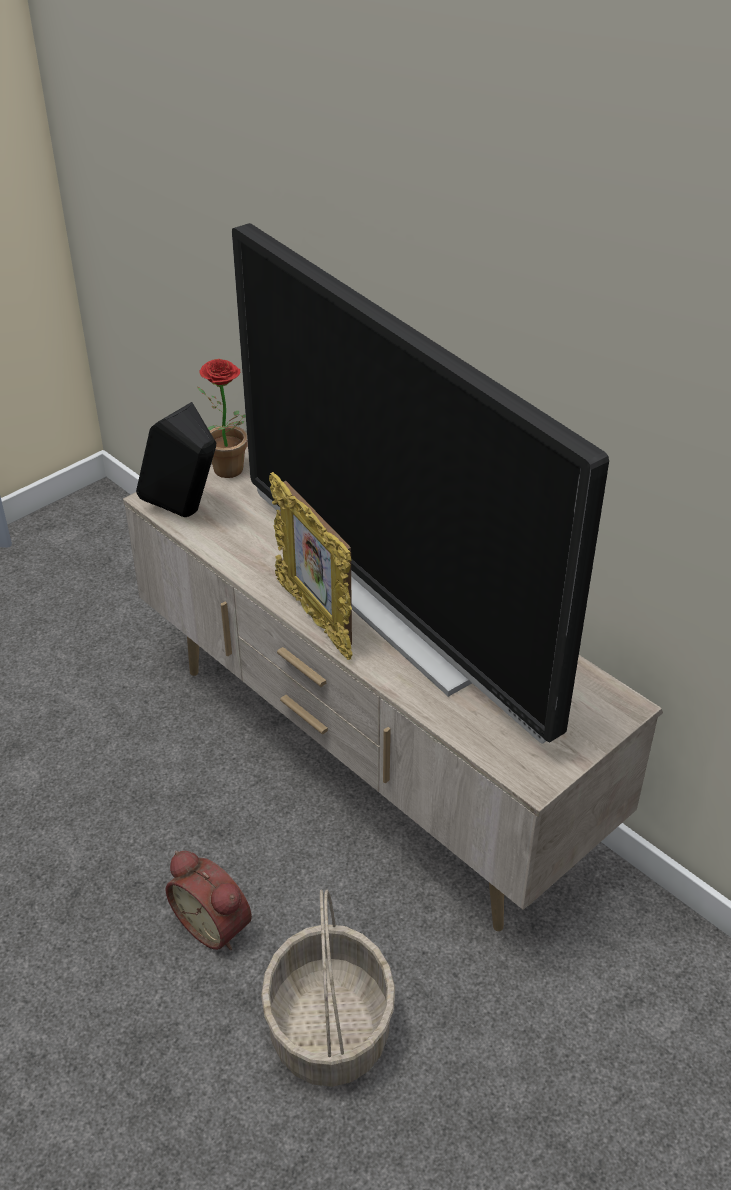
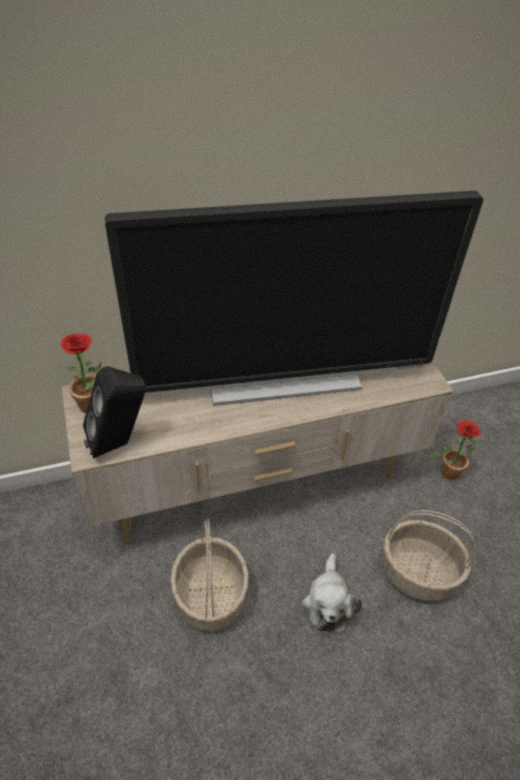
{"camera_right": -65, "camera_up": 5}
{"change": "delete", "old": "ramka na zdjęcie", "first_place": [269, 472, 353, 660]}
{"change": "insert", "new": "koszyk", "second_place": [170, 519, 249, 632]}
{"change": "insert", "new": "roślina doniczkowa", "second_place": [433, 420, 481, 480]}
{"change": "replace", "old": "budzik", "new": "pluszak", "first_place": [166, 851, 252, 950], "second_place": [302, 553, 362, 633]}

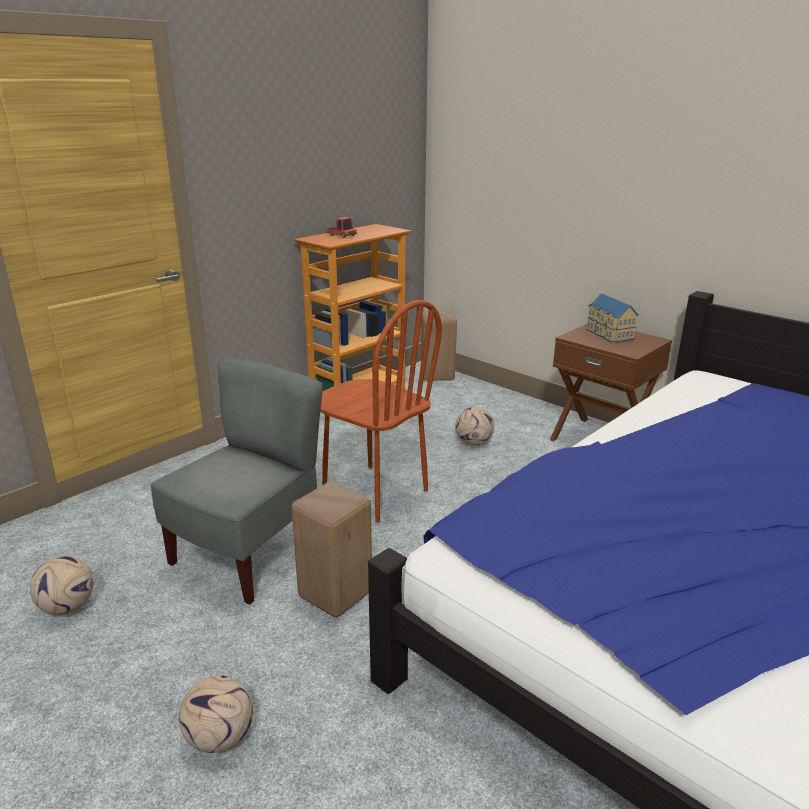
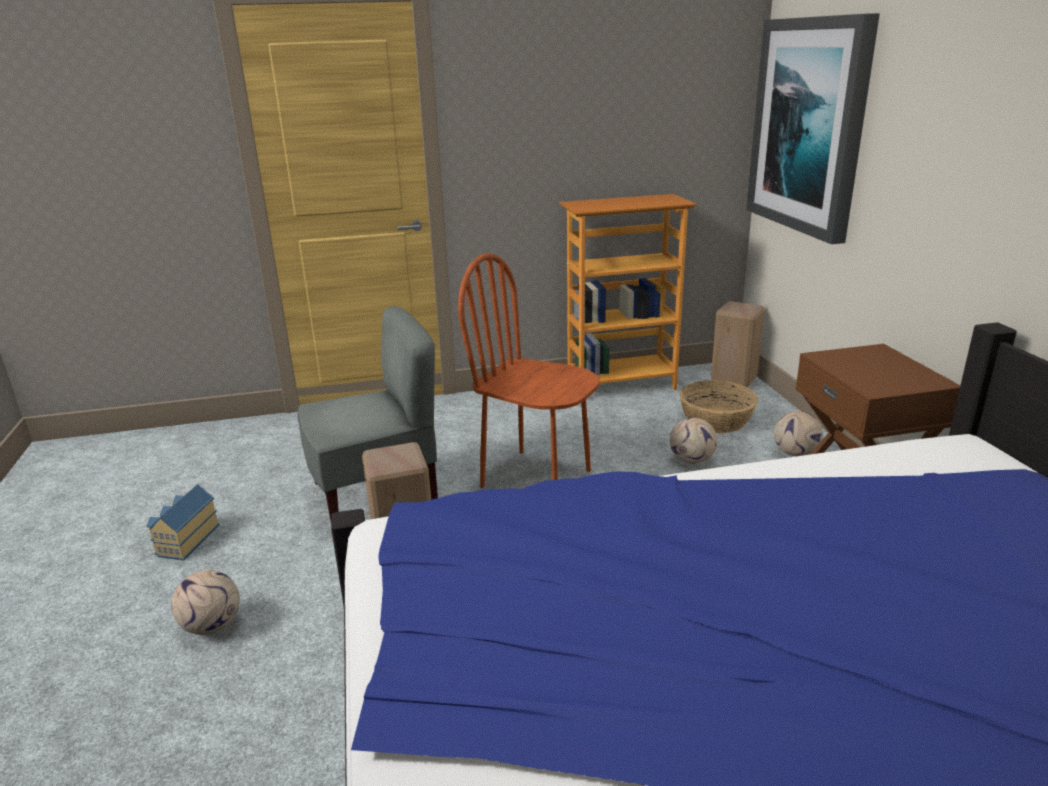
{"camera_right": 35, "camera_up": 0}
{"change": "delete", "old": "ciężarówka zabawkowa", "first_place": [326, 217, 357, 238]}
{"change": "insert", "new": "koszyk", "second_place": [679, 380, 758, 433]}
{"change": "insert", "new": "obraz", "second_place": [746, 13, 880, 244]}
{"change": "move", "old": "piłka futbolowa", "first_place": [30, 556, 94, 615], "second_place": [774, 411, 823, 456]}
{"change": "move", "old": "domek", "first_place": [586, 293, 639, 343], "second_place": [147, 484, 220, 560]}
{"change": "rotate", "old": "krzesło [brązowy]", "first_place": [320, 300, 442, 523], "second_place": [458, 253, 600, 488], "degrees": 135}

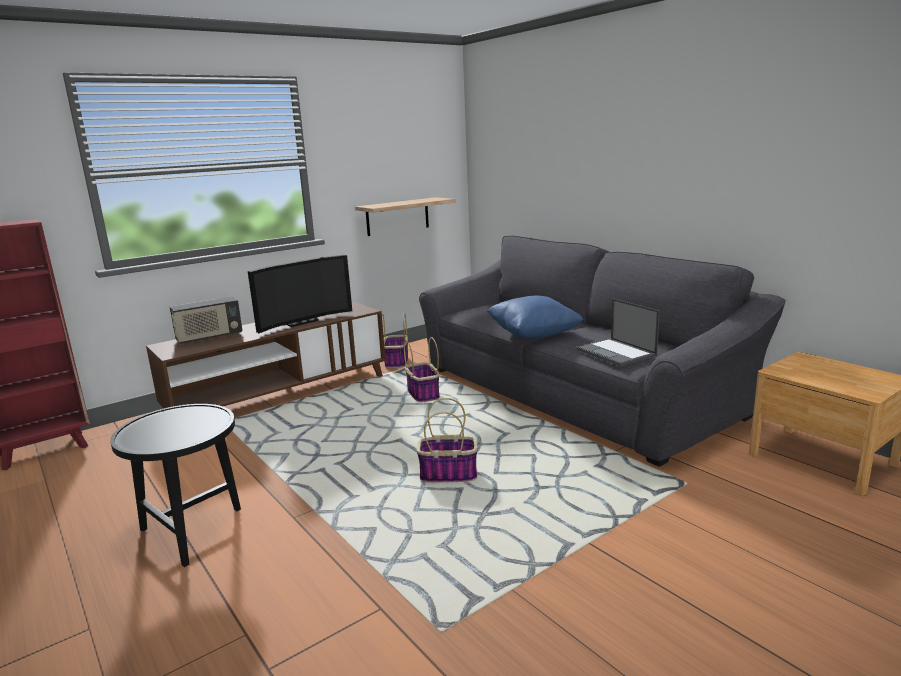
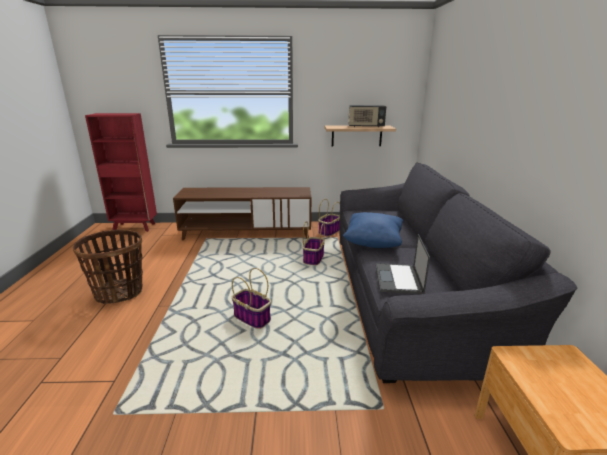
{"camera_right": 35, "camera_up": 5}
{"change": "delete", "old": "telewizor", "first_place": [248, 255, 352, 333]}
{"change": "move", "old": "radio", "first_place": [170, 297, 242, 344], "second_place": [349, 105, 386, 127]}
{"change": "replace", "old": "stolik [czarny]", "new": "koszyk", "first_place": [110, 404, 241, 567], "second_place": [73, 230, 143, 304]}

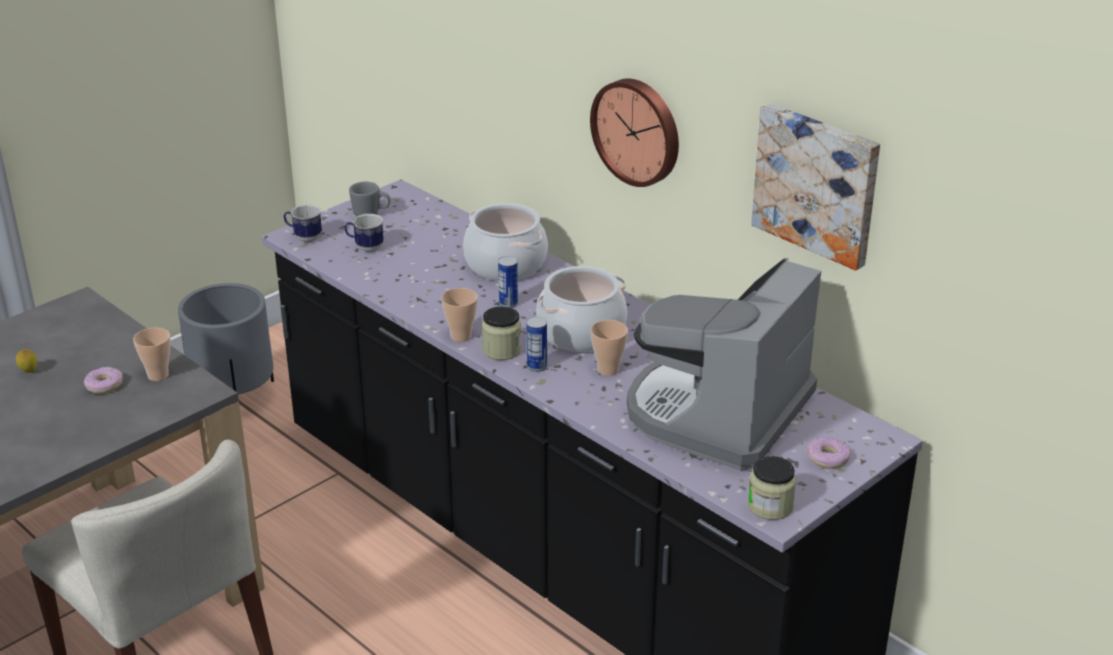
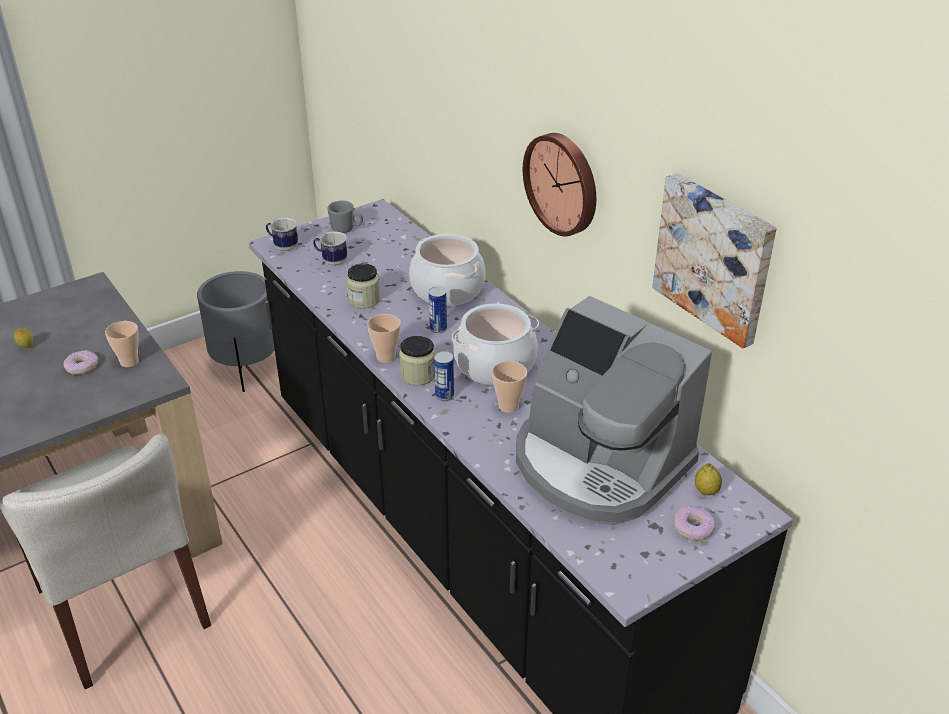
{"camera_right": 10, "camera_up": 5}
{"change": "insert", "new": "cytryna", "second_place": [695, 463, 722, 495]}
{"change": "move", "old": "słoik", "first_place": [748, 456, 796, 520], "second_place": [346, 263, 380, 309]}
{"change": "rotate", "old": "ekspres do kawy", "first_place": [627, 258, 821, 471], "second_place": [516, 296, 712, 525], "degrees": -90}

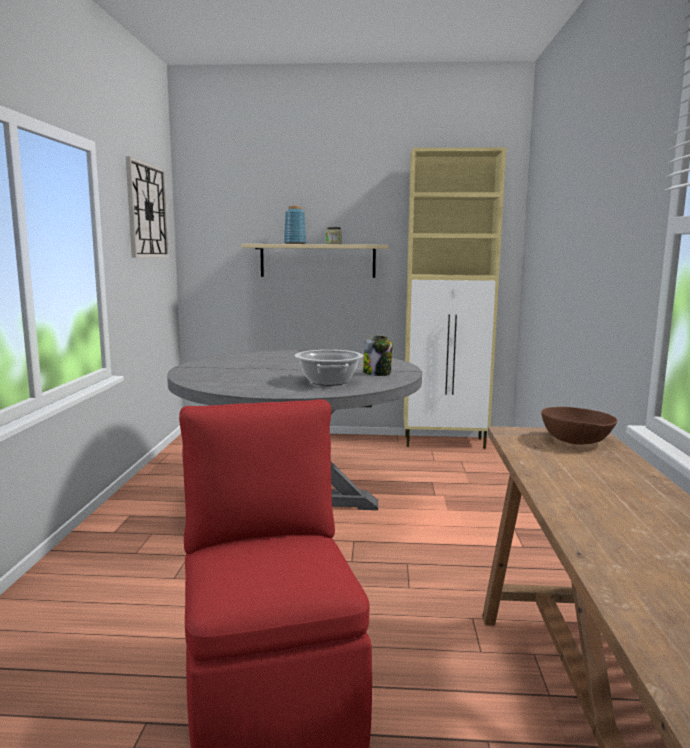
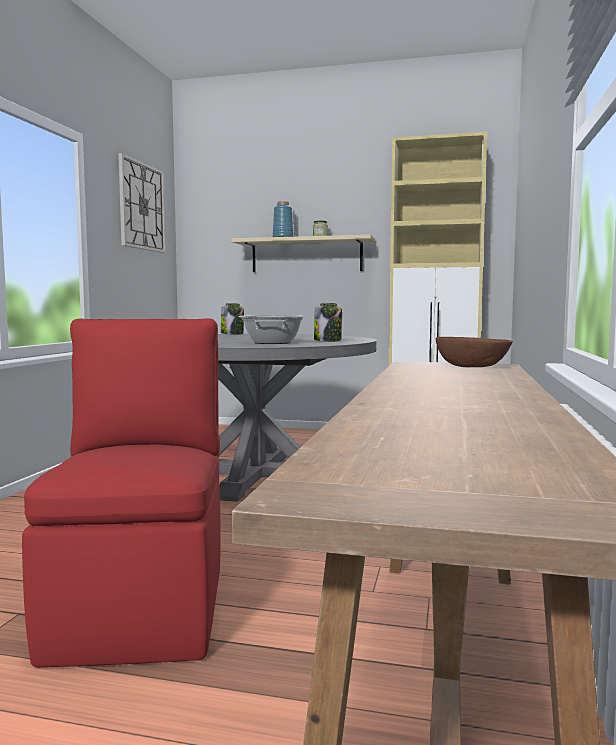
{"camera_right": 10, "camera_up": -5}
{"change": "insert", "new": "słoik", "second_place": [221, 303, 244, 335]}

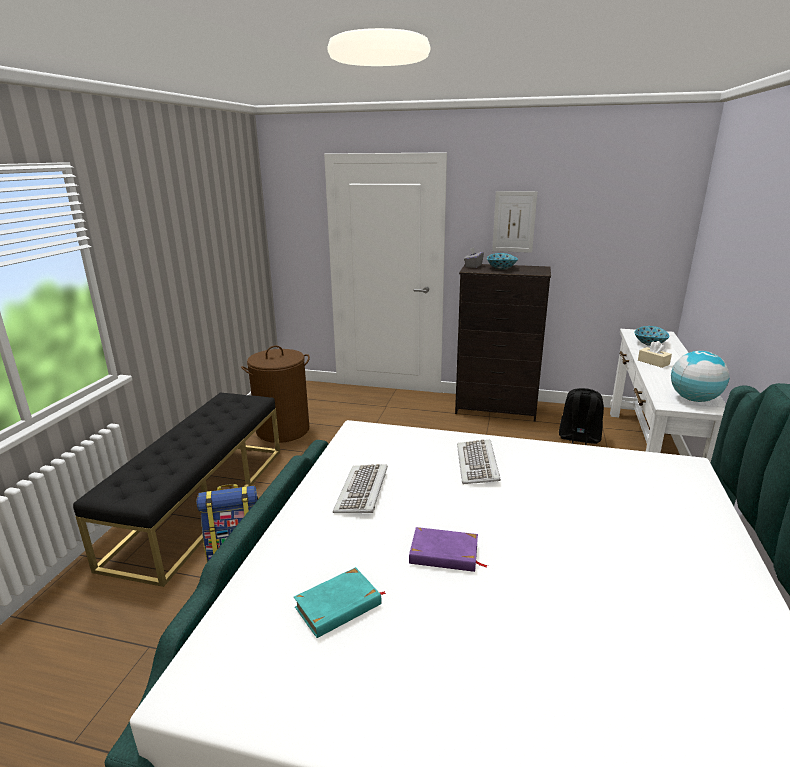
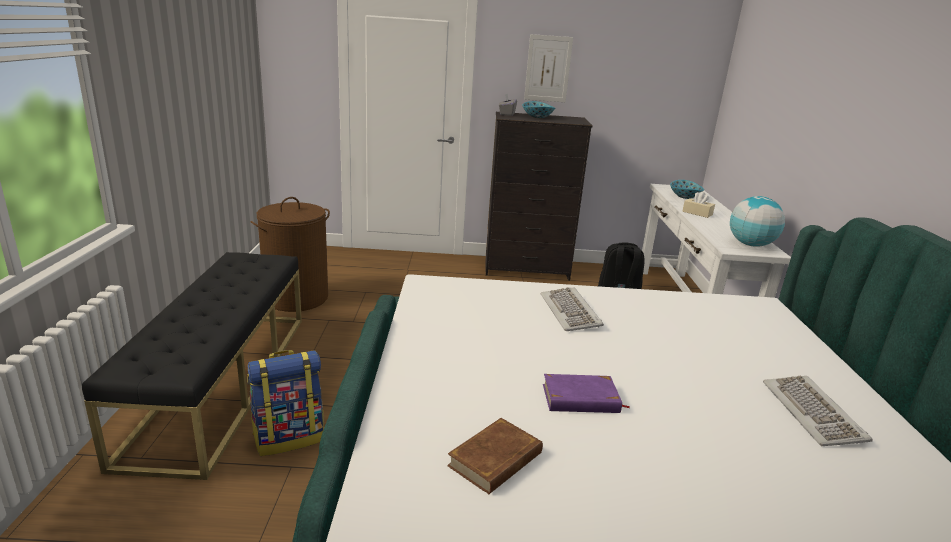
{"camera_right": -15, "camera_up": 0}
{"change": "move", "old": "klawiatura", "first_place": [333, 464, 388, 513], "second_place": [763, 376, 872, 446]}
{"change": "recolor", "old": "książka [turkusowy]", "new": "książka [brązowy]", "first_place": [294, 567, 386, 638], "second_place": [447, 418, 543, 494]}

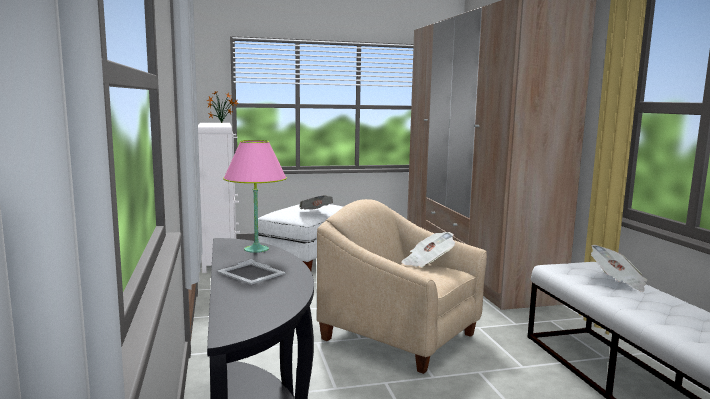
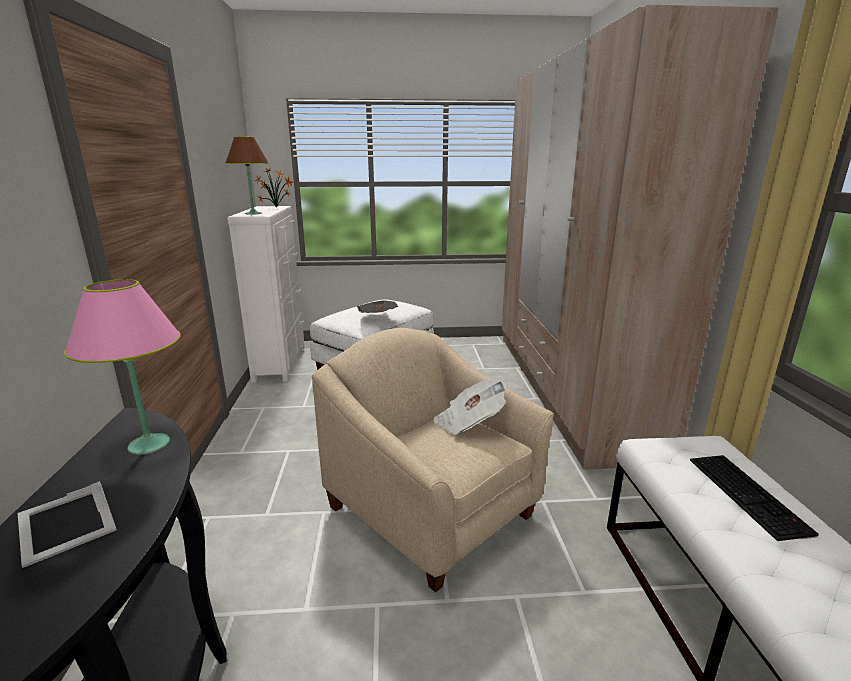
{"camera_right": 10, "camera_up": 10}
{"change": "insert", "new": "lampa stołowa [brązowy]", "second_place": [225, 136, 269, 215]}
{"change": "replace", "old": "gazeta", "new": "klawiatura", "first_place": [591, 245, 647, 292], "second_place": [690, 455, 819, 541]}

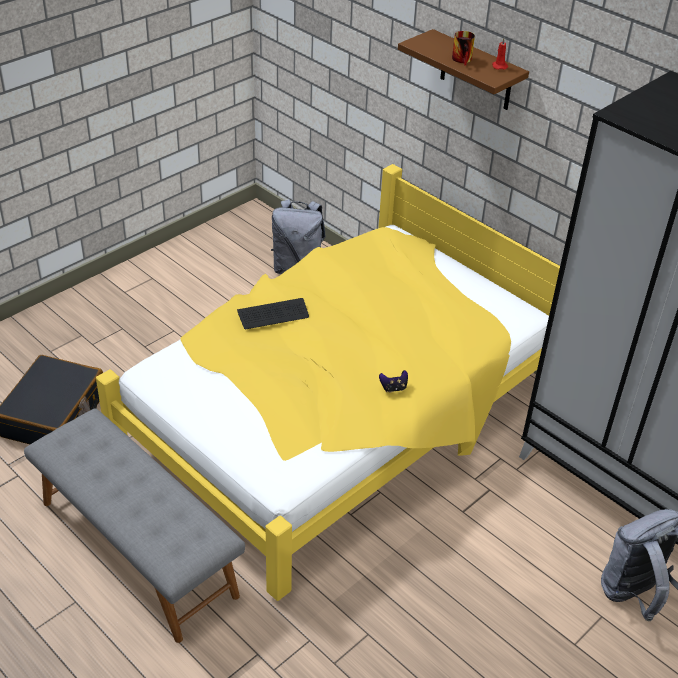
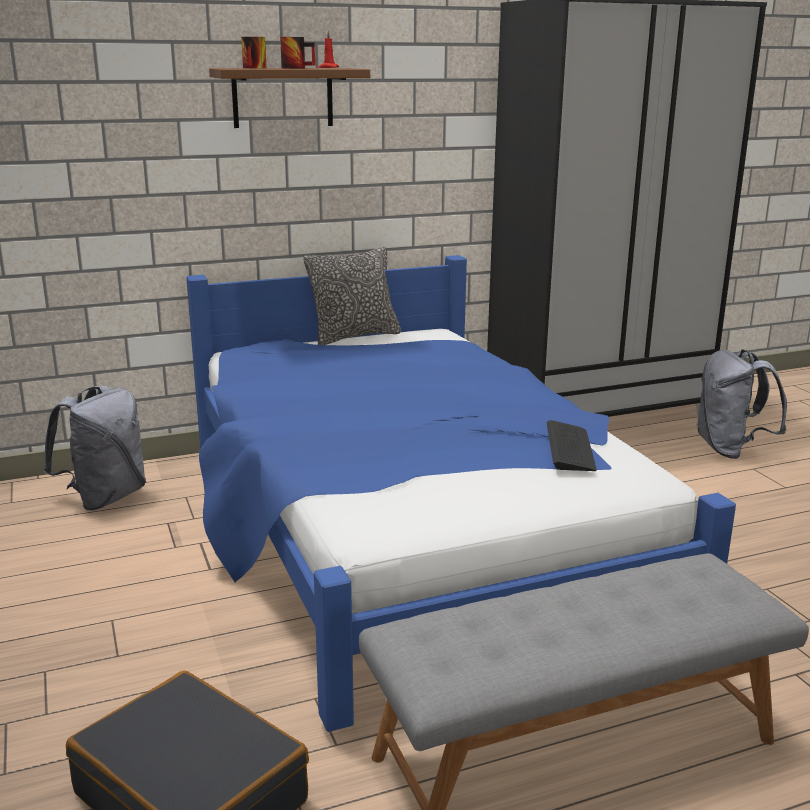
{"camera_right": -65, "camera_up": -20}
{"change": "delete", "old": "pad do gier", "first_place": [379, 370, 408, 392]}
{"change": "insert", "new": "kubek", "second_place": [241, 37, 266, 68]}
{"change": "insert", "new": "poduszka", "second_place": [304, 247, 401, 345]}
{"change": "move", "old": "klawiatura", "first_place": [237, 298, 309, 329], "second_place": [547, 420, 597, 471]}
{"change": "recolor", "old": "łóżko [żółty]", "new": "łóżko [niebieski]", "first_place": [96, 164, 560, 601], "second_place": [186, 255, 736, 732]}

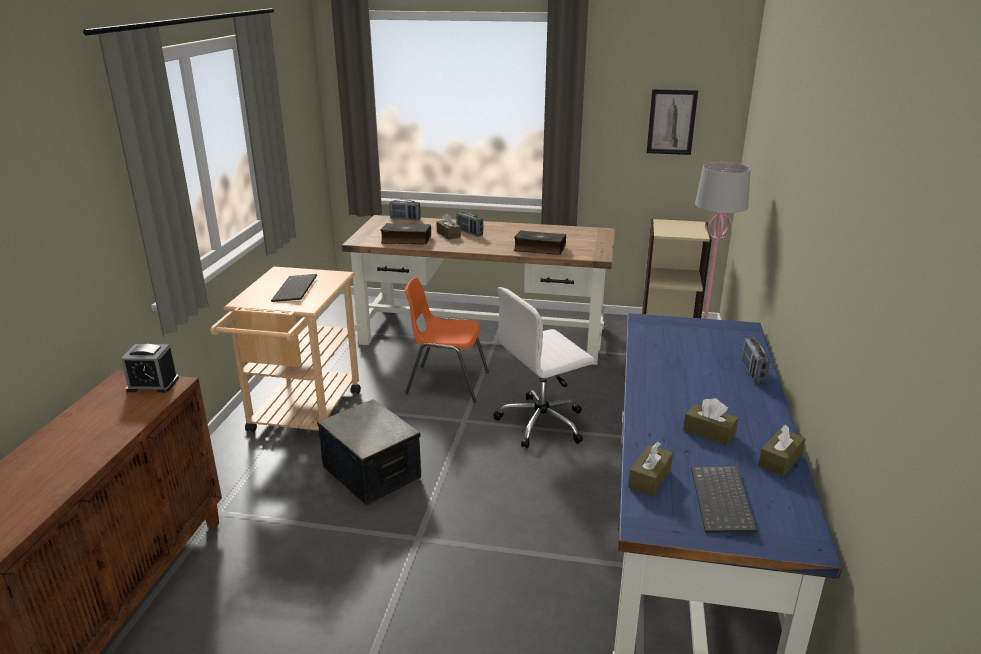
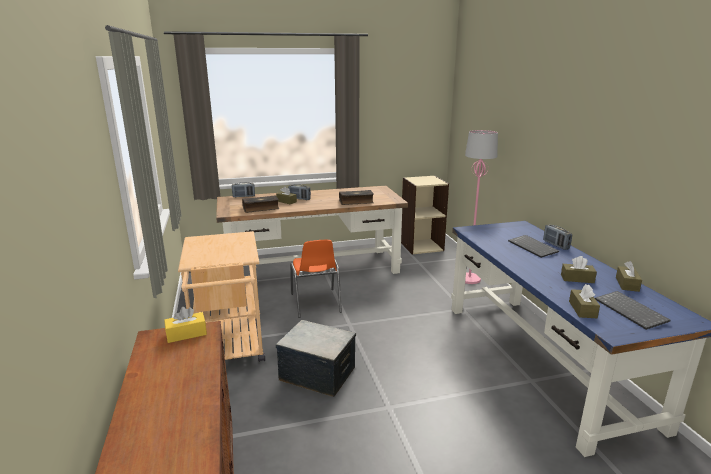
{"camera_right": -25, "camera_up": -5}
{"change": "delete", "old": "krzesło biurowe [biały]", "first_place": [493, 287, 595, 448]}
{"change": "delete", "old": "obraz", "first_place": [647, 89, 698, 155]}
{"change": "move", "old": "klawiatura", "first_place": [271, 274, 317, 302], "second_place": [508, 235, 559, 258]}
{"change": "replace", "old": "budzik", "new": "pudełko chusteczek [żółty]", "first_place": [121, 344, 179, 393], "second_place": [164, 307, 207, 343]}
{"change": "rotate", "old": "krzesło [pomarańczowy]", "first_place": [404, 277, 489, 403], "second_place": [290, 240, 342, 318], "degrees": -90}

